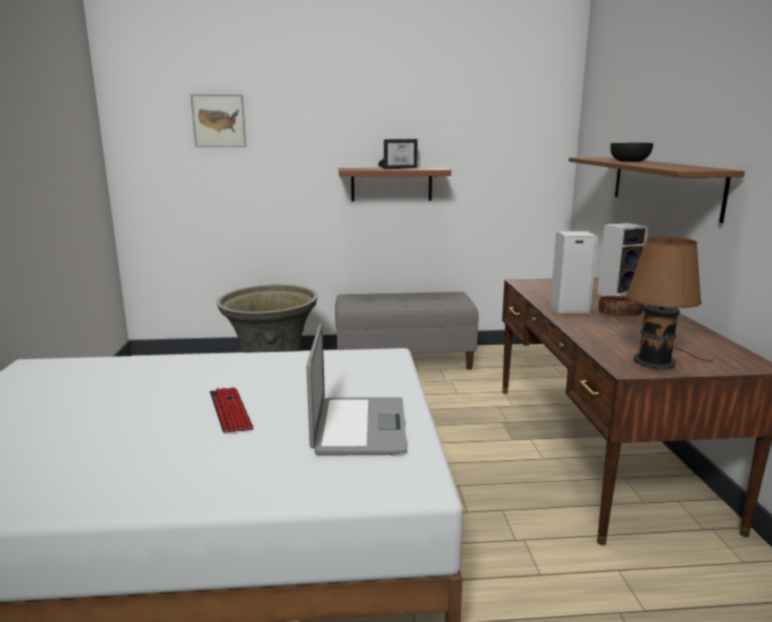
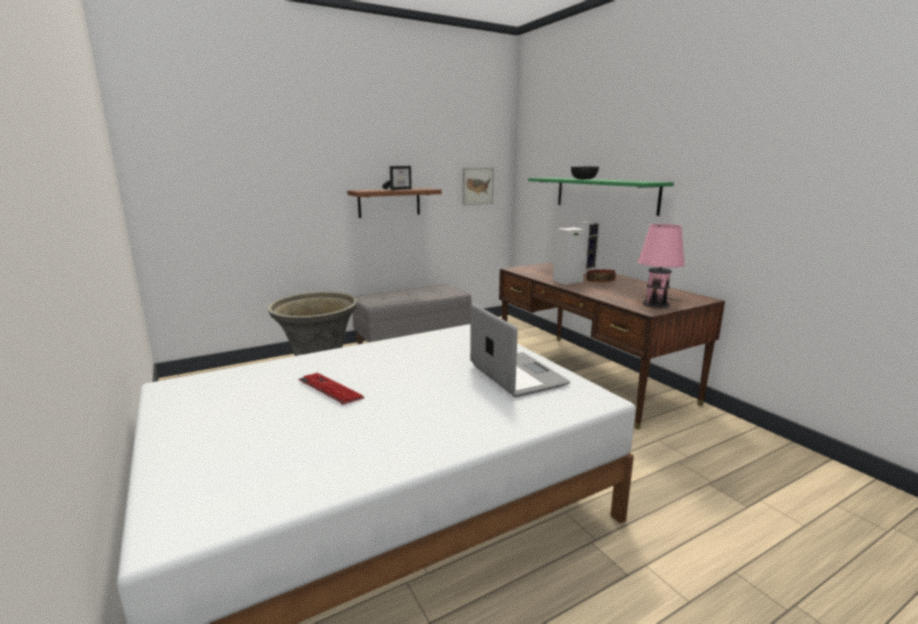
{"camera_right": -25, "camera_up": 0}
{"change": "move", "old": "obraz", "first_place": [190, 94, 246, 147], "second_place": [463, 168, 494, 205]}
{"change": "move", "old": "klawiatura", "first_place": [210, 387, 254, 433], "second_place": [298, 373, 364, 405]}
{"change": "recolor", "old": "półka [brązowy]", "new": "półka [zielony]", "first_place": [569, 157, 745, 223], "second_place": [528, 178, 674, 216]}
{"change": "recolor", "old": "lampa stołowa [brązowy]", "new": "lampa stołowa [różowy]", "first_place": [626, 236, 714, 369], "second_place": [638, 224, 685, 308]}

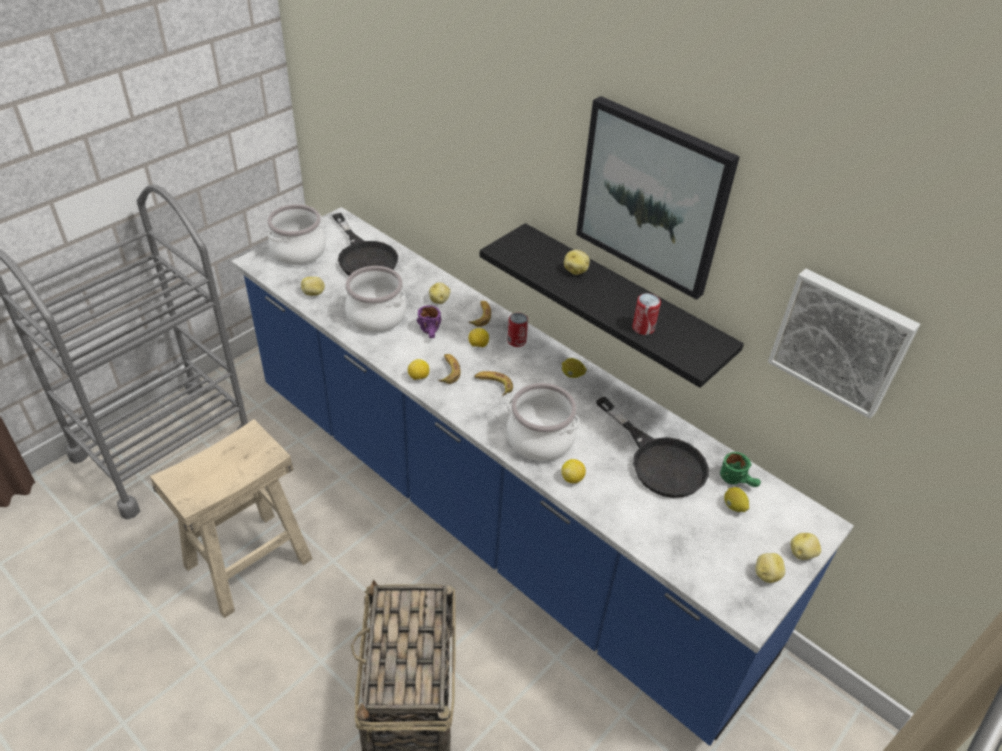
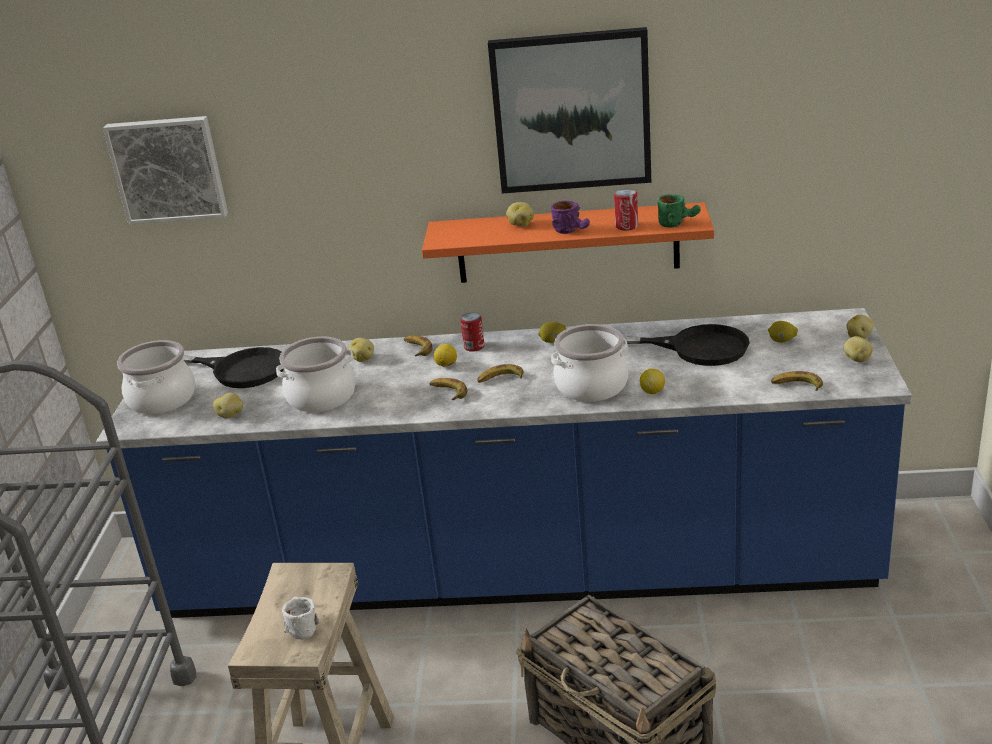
{"camera_right": -35, "camera_up": -15}
{"change": "delete", "old": "cytryna", "first_place": [408, 359, 429, 380]}
{"change": "insert", "new": "kubek [biały]", "second_place": [282, 597, 319, 640]}
{"change": "insert", "new": "banan", "second_place": [771, 371, 823, 391]}
{"change": "move", "old": "kubek [fioletowy]", "first_place": [417, 305, 442, 338], "second_place": [551, 201, 590, 234]}
{"change": "move", "old": "kubek [zielony]", "first_place": [720, 452, 761, 487], "second_place": [658, 194, 701, 228]}
{"change": "move", "old": "obraz", "first_place": [768, 269, 920, 419], "second_place": [103, 116, 228, 224]}
{"change": "recolor", "old": "półka [czarny]", "new": "półka [pomarańczowy]", "first_place": [479, 223, 744, 388], "second_place": [422, 202, 714, 283]}

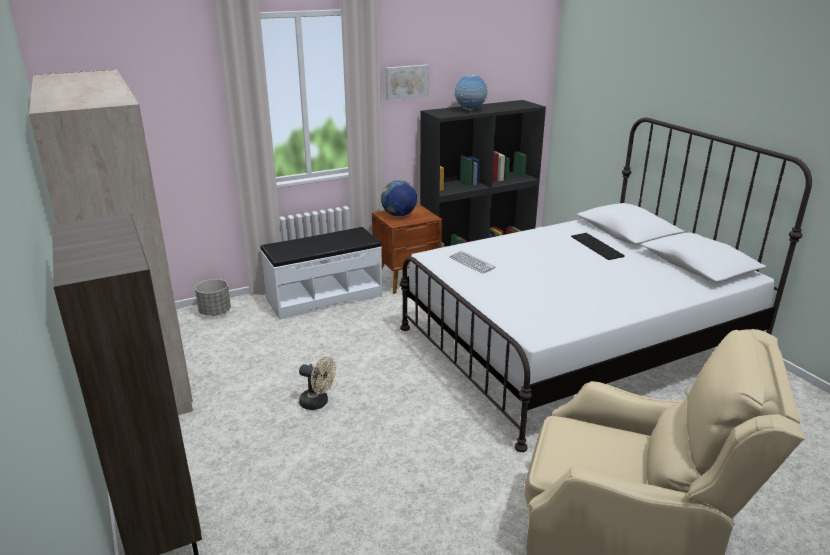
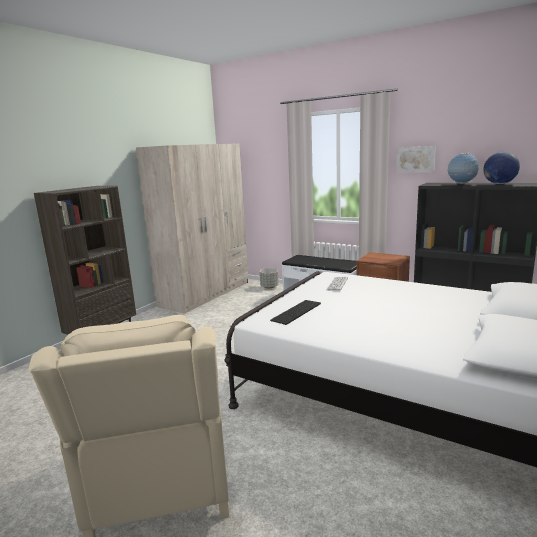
{"camera_right": 60, "camera_up": -10}
{"change": "delete", "old": "wentylator [beżowy]", "first_place": [299, 357, 336, 410]}
{"change": "move", "old": "globus", "first_place": [381, 180, 417, 216], "second_place": [483, 151, 520, 184]}
{"change": "move", "old": "klawiatura", "first_place": [571, 233, 625, 260], "second_place": [270, 300, 321, 325]}

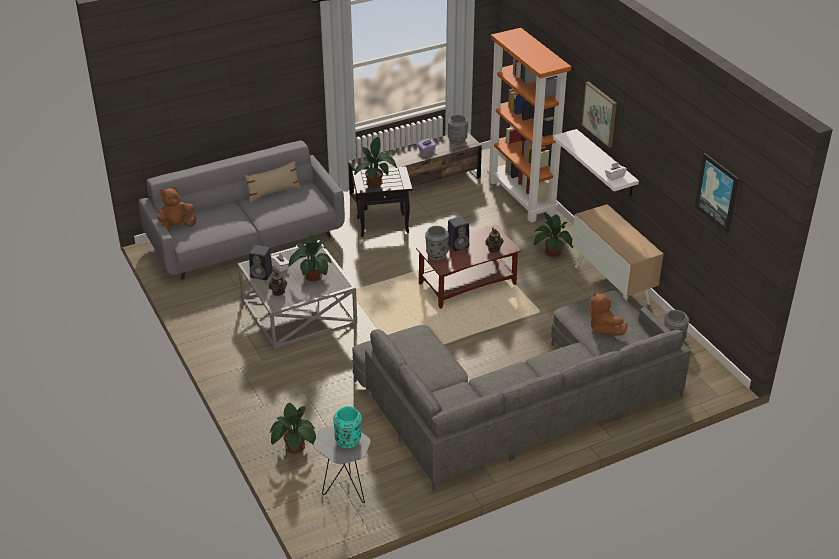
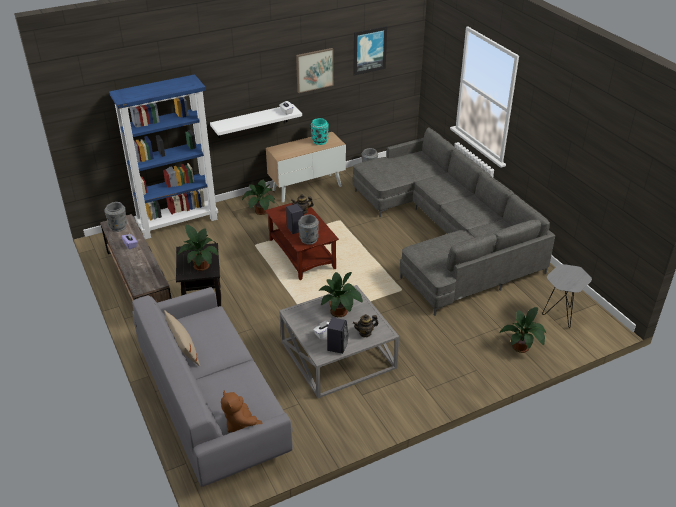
{"camera_right": -90, "camera_up": 0}
{"change": "delete", "old": "pluszak [brązowy]", "first_place": [590, 292, 628, 335]}
{"change": "move", "old": "wazon [turkusowy]", "first_place": [333, 406, 362, 448], "second_place": [311, 118, 329, 145]}
{"change": "move", "old": "obraz", "first_place": [582, 81, 617, 148], "second_place": [296, 48, 334, 93]}
{"change": "recolor", "old": "regał [pomarańczowy]", "new": "regał [niebieski]", "first_place": [487, 28, 571, 223], "second_place": [109, 74, 218, 239]}

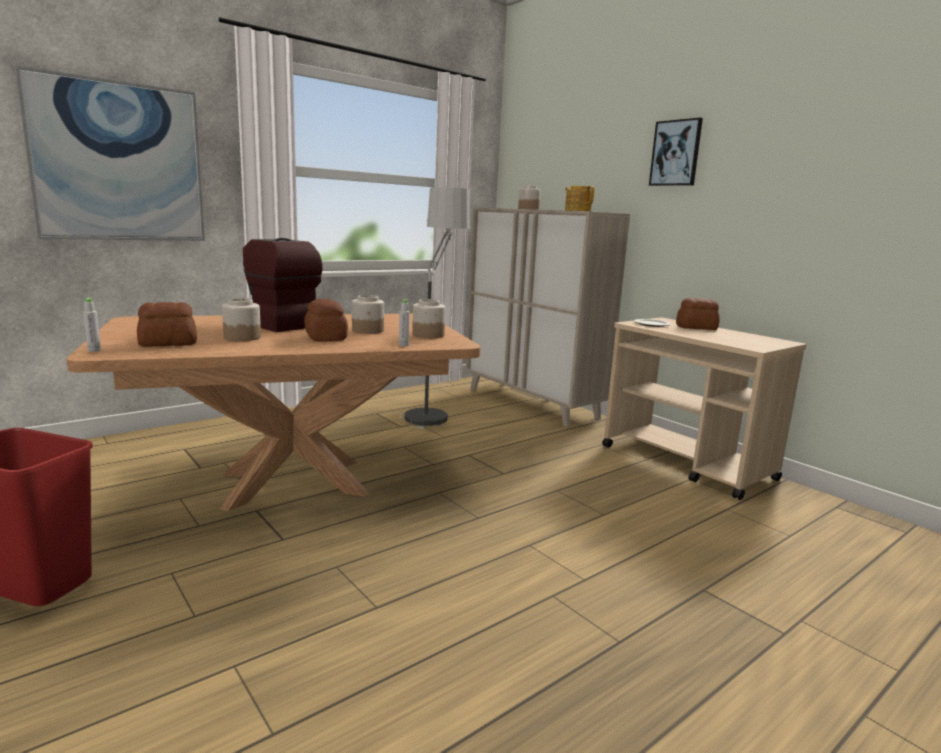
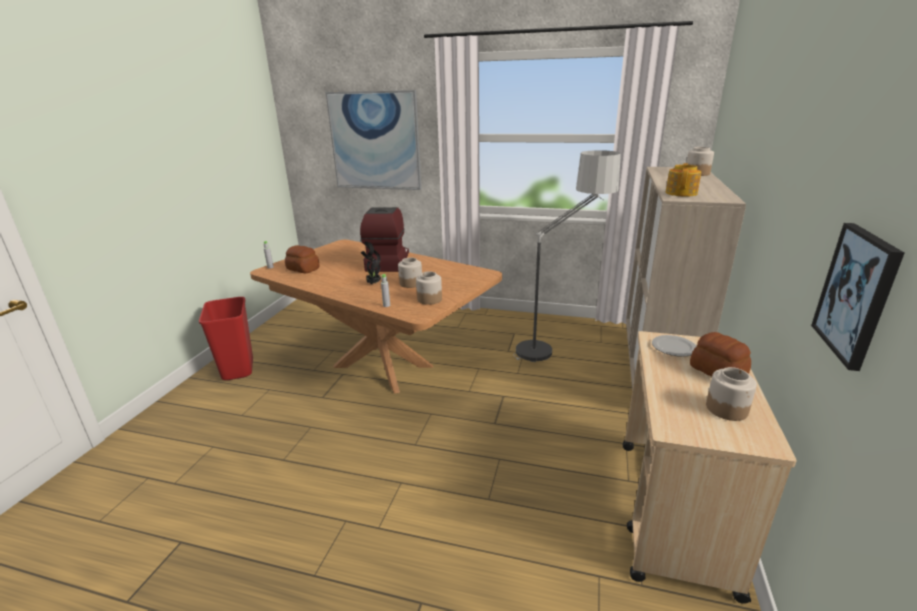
{"camera_right": 55, "camera_up": 10}
{"change": "move", "old": "słoik", "first_place": [222, 298, 261, 341], "second_place": [706, 367, 757, 421]}
{"change": "move", "old": "obraz", "first_place": [649, 118, 703, 186], "second_place": [811, 223, 904, 371]}
{"change": "replace", "old": "chleb", "new": "roślina doniczkowa", "first_place": [304, 299, 348, 342], "second_place": [361, 242, 381, 285]}

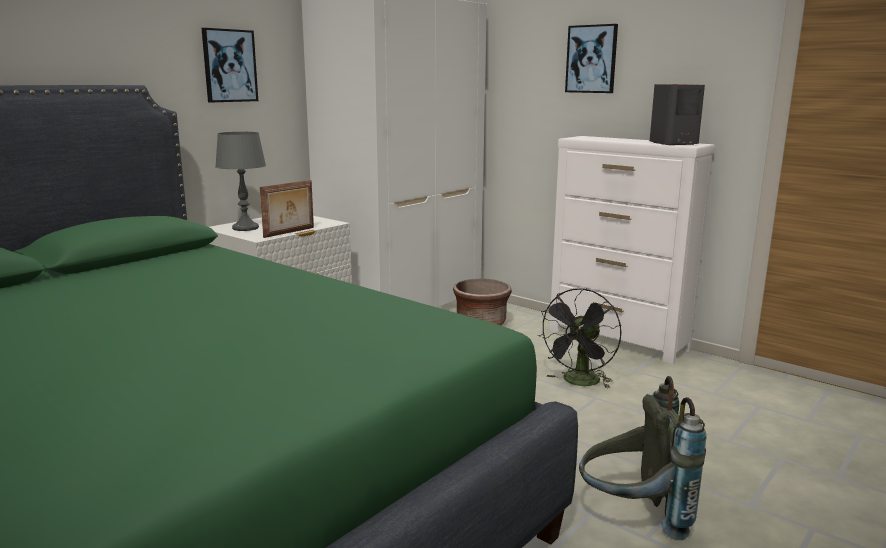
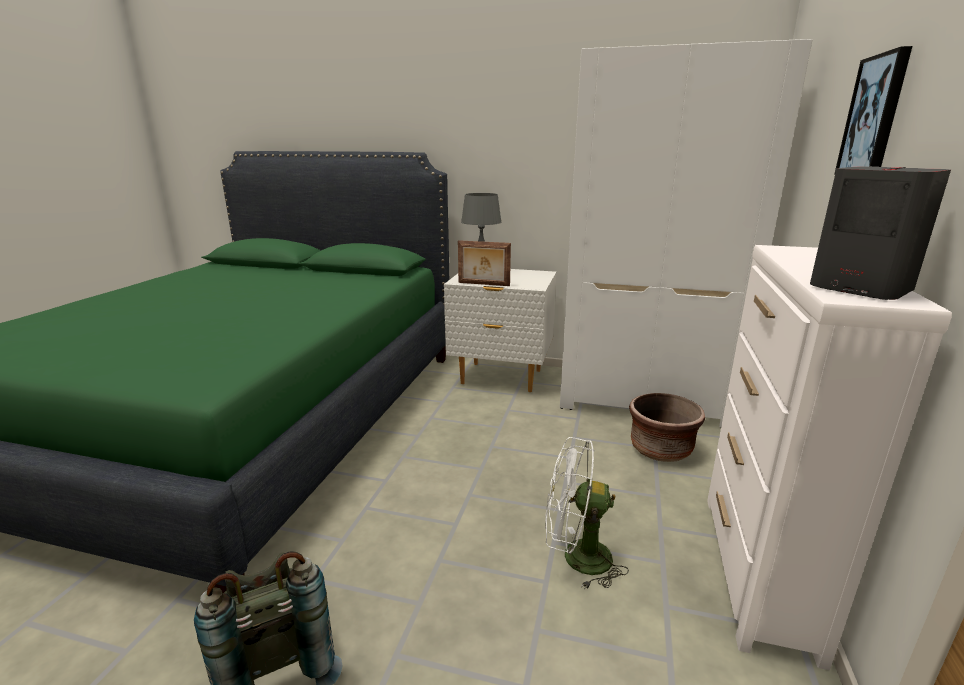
{"camera_right": 65, "camera_up": 5}
{"change": "delete", "old": "obraz", "first_place": [202, 28, 258, 102]}
{"change": "recolor", "old": "wentylator [czarny]", "new": "wentylator [biały]", "first_place": [538, 288, 621, 388], "second_place": [545, 437, 629, 589]}

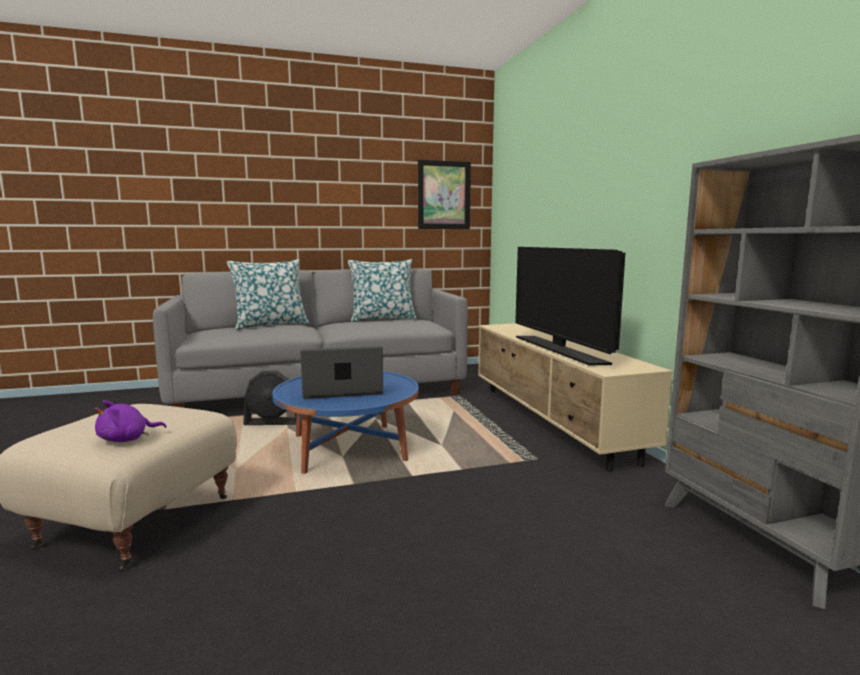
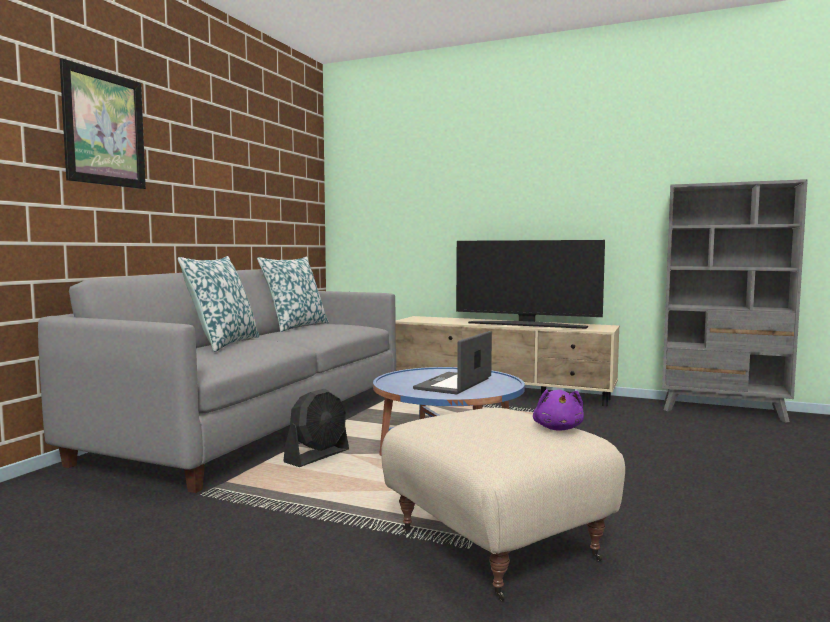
{"camera_right": -50, "camera_up": -5}
{"change": "move", "old": "obraz", "first_place": [418, 160, 471, 229], "second_place": [60, 58, 146, 189]}

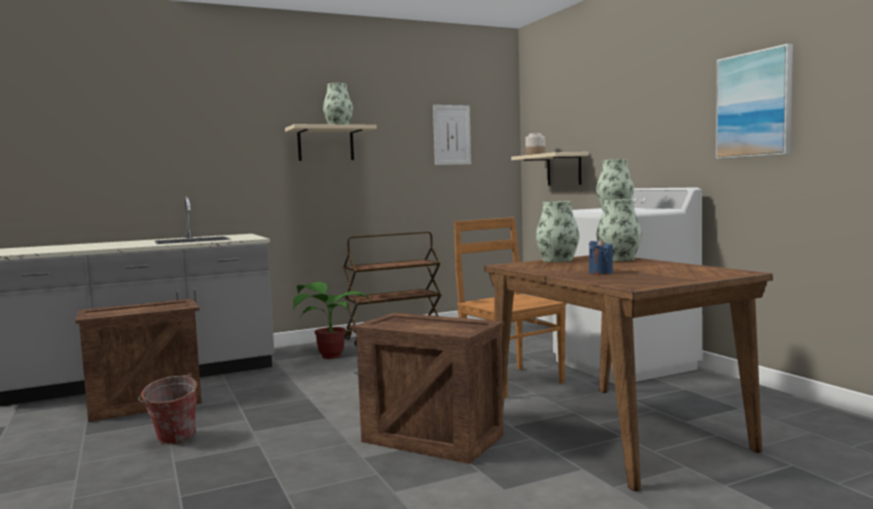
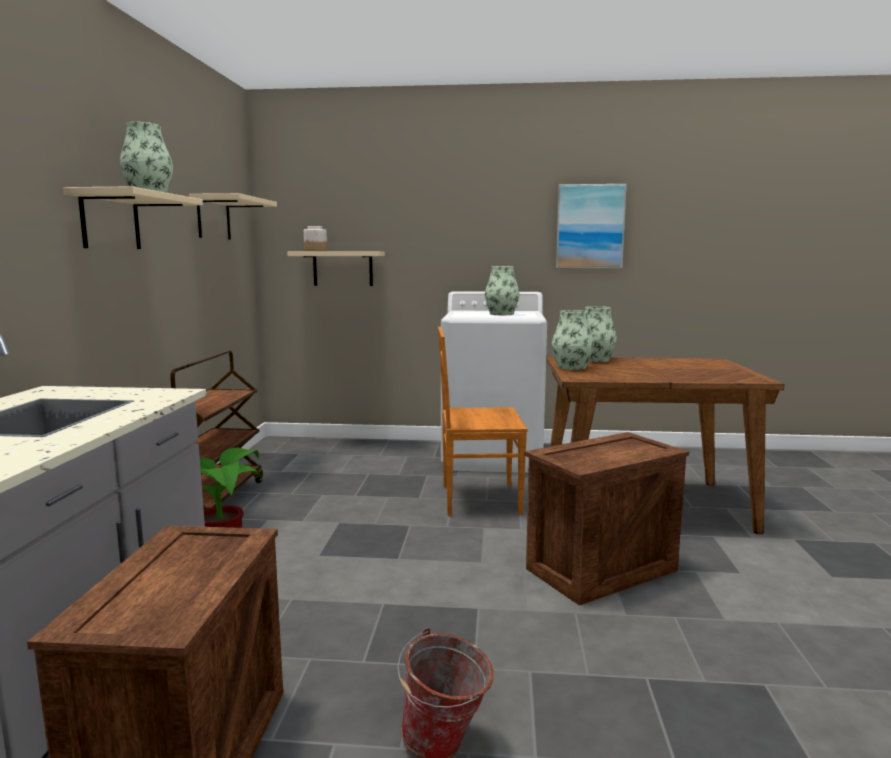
{"camera_right": -60, "camera_up": 5}
{"change": "delete", "old": "świeca [niebieski]", "first_place": [589, 239, 613, 275]}
{"change": "replace", "old": "obraz", "new": "półka [beżowy]", "first_place": [433, 105, 471, 165], "second_place": [189, 193, 277, 239]}

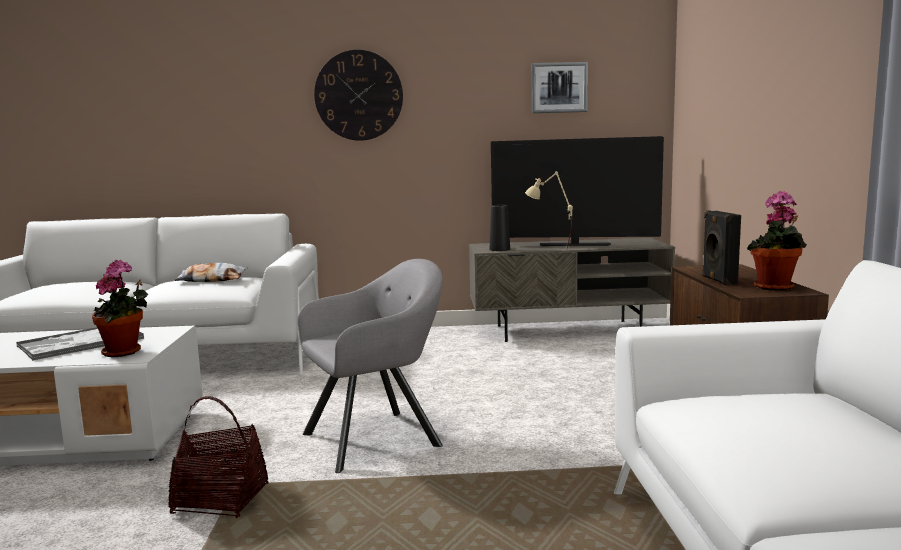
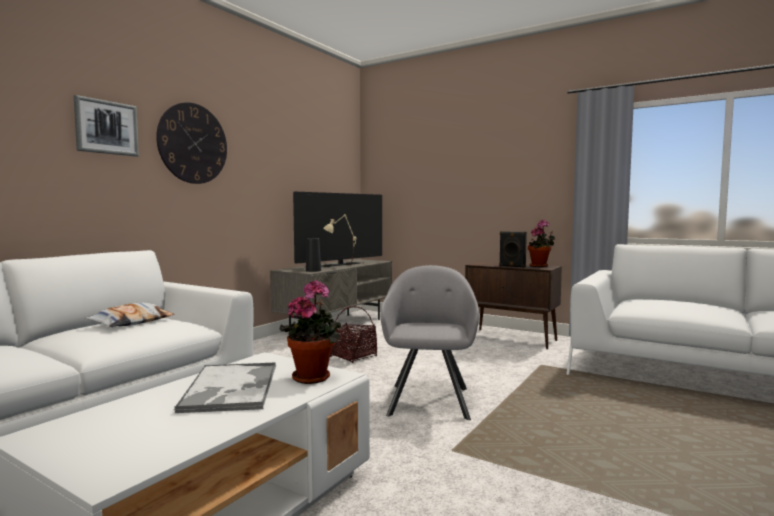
{"camera_right": -55, "camera_up": -5}
{"change": "move", "old": "koszyk", "first_place": [168, 396, 268, 518], "second_place": [330, 306, 377, 363]}
{"change": "move", "old": "obraz", "first_place": [532, 62, 588, 113], "second_place": [74, 95, 139, 157]}

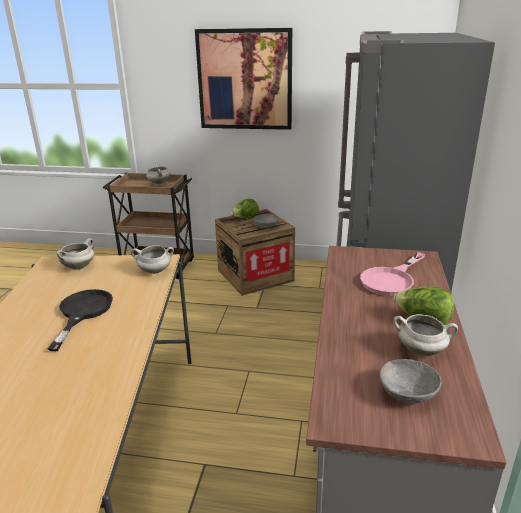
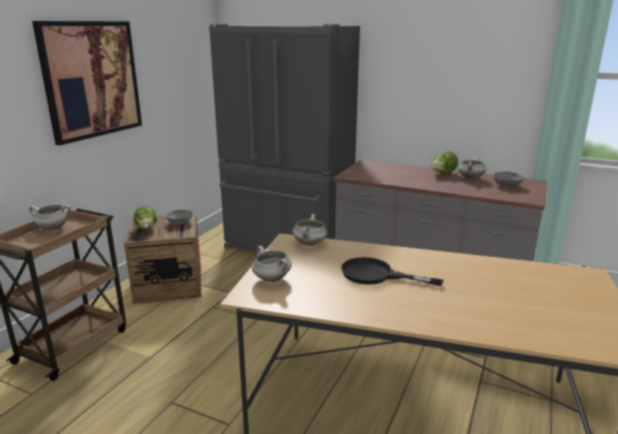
{"camera_right": -75, "camera_up": -5}
{"change": "delete", "old": "patelnia [różowy]", "first_place": [360, 252, 425, 296]}

